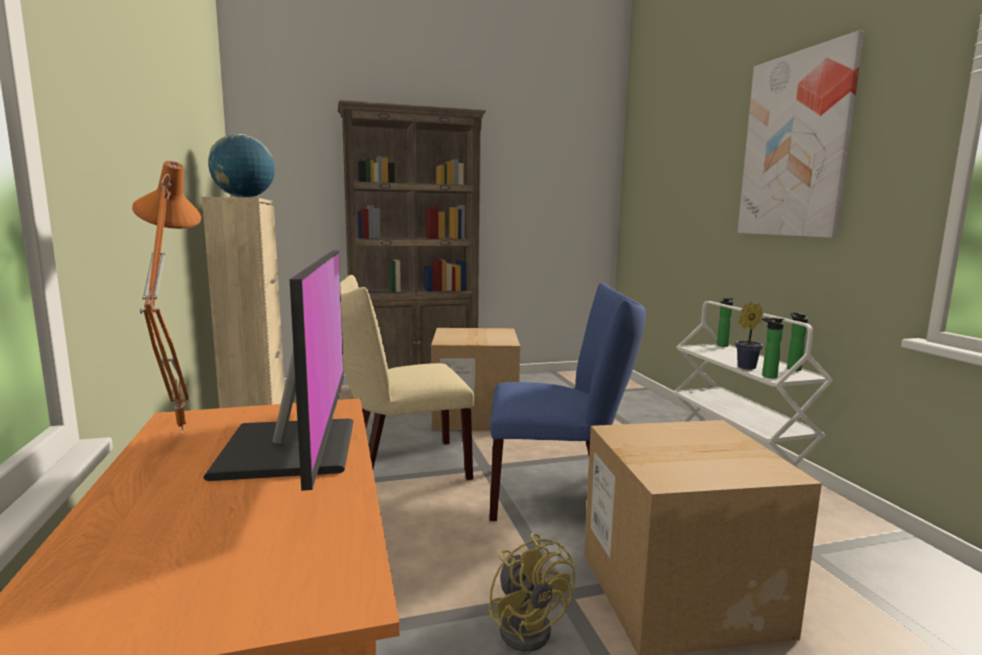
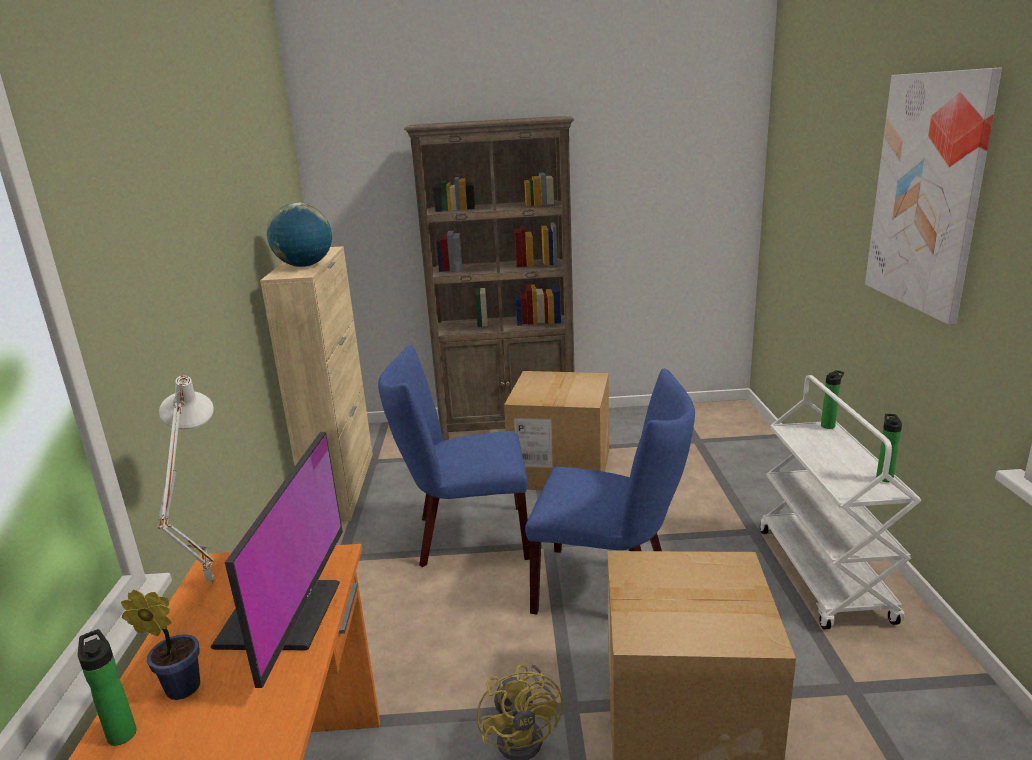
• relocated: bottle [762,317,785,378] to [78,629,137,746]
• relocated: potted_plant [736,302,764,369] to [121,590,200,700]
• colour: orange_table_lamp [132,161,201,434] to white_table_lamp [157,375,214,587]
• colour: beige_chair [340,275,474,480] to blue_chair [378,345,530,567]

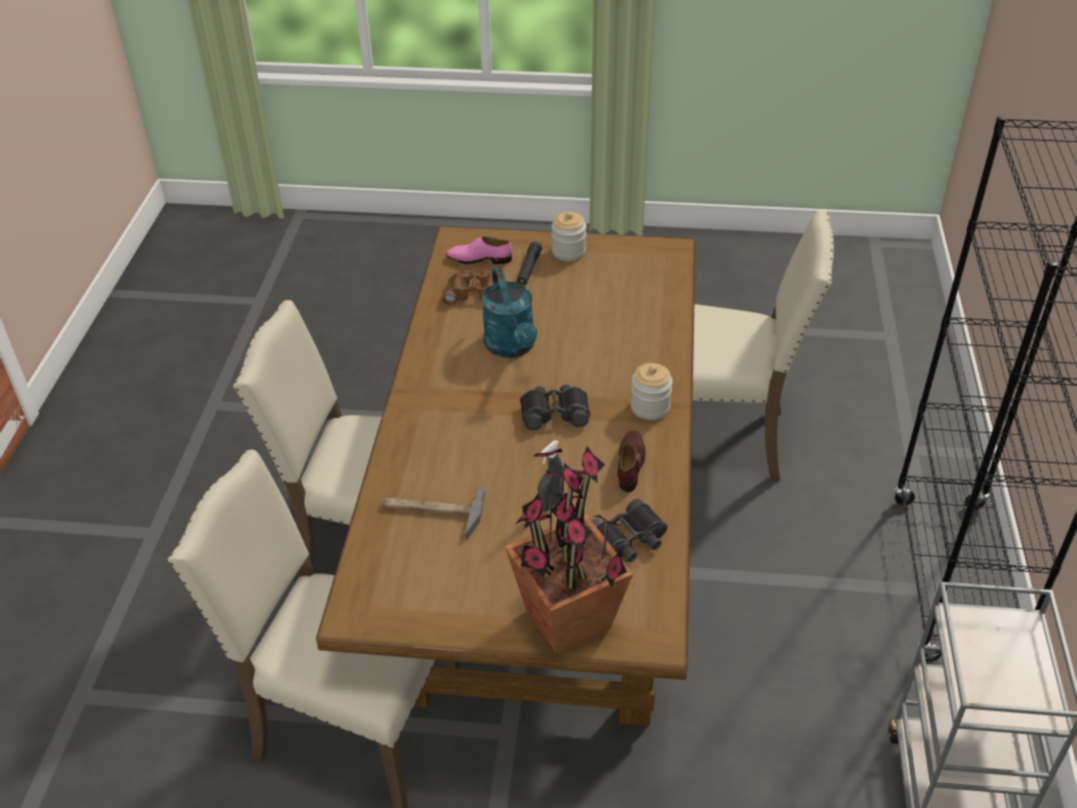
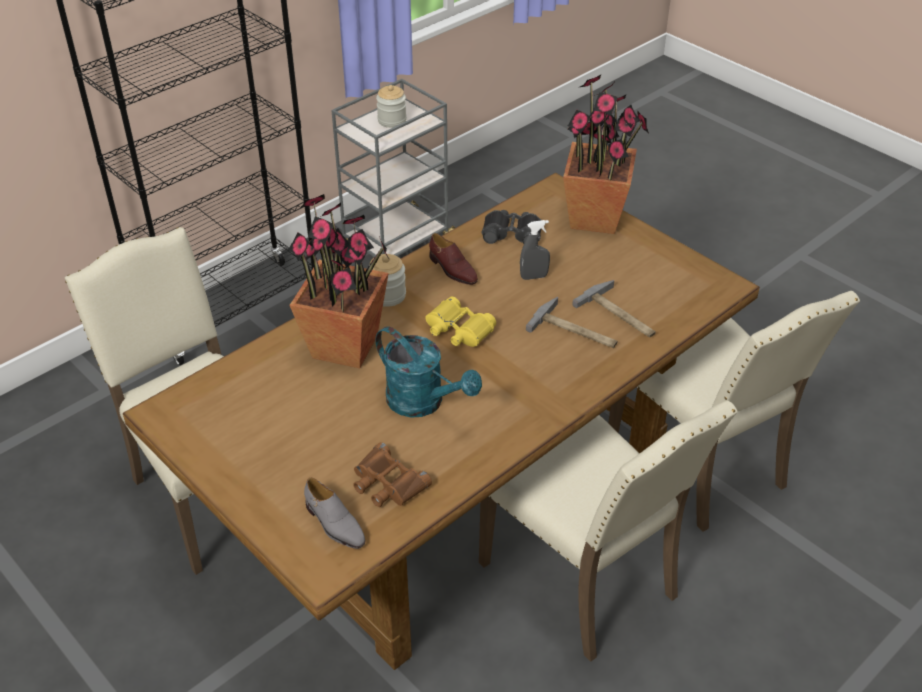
• appeared: potted_plant [288,194,390,368]
• colour: pink_shoe [446,236,512,264] to grey_shoe [304,478,366,549]
• spun: turquoise_watering_can [481,268,537,358] = [375,326,482,417] 105 degrees clockwise
• relocated: jar [552,212,586,261] to [376,85,407,128]
• colour: black_binoculars [520,384,591,431] to yellow_binoculars [425,297,496,347]
• spun: brown_shoe [617,431,646,492] = [429,233,478,285] 90 degrees counterclockwise
• appeared: hammer [526,297,618,348]
• missing: black_flashlight [517,242,542,286]

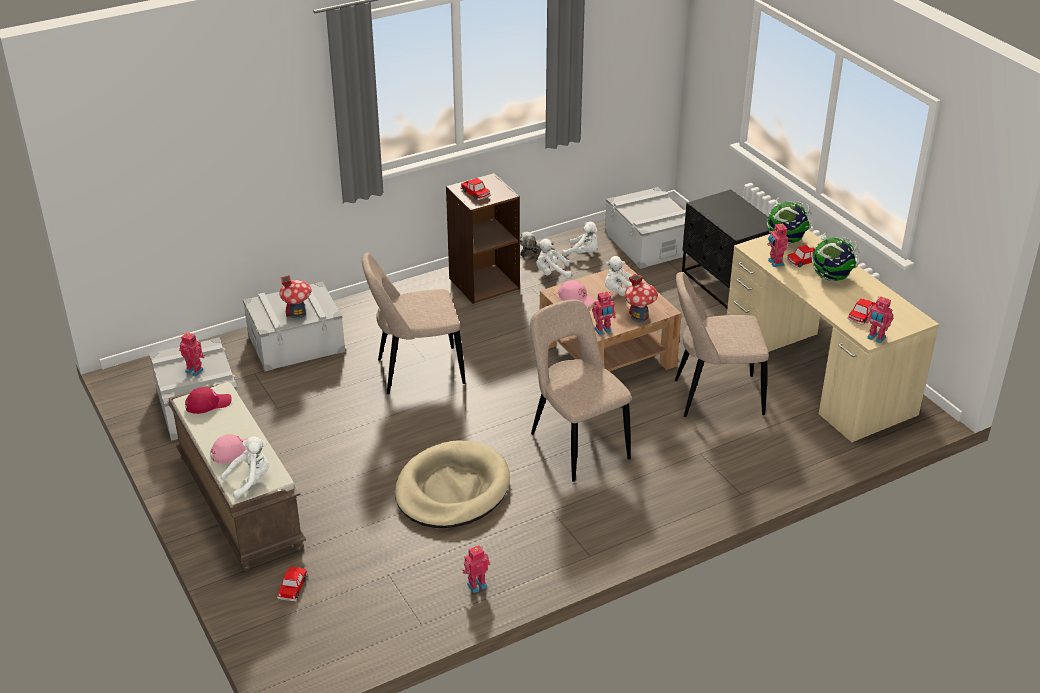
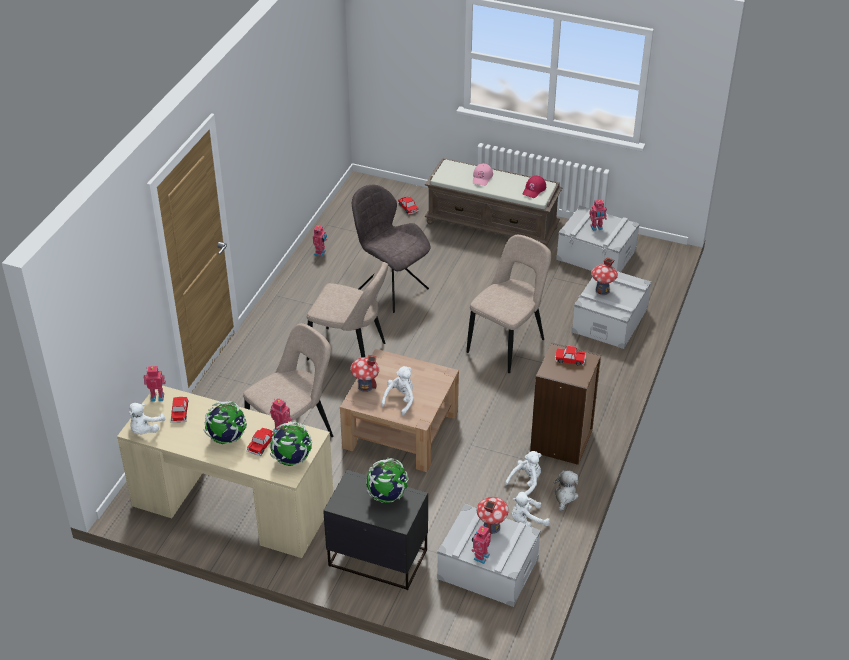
• relocated: white_plush_toy [221,436,269,499] to [129,403,166,434]
• exchanged: beige_dog_bed [395,440,510,528] to grey_chair [352,185,431,313]
• appeared: globe [366,458,409,503]
• relocated: toy_robot [592,291,616,335] to [471,525,491,564]
• appeared: toy_house [477,497,509,534]
• missing: pink_cap [558,280,595,307]

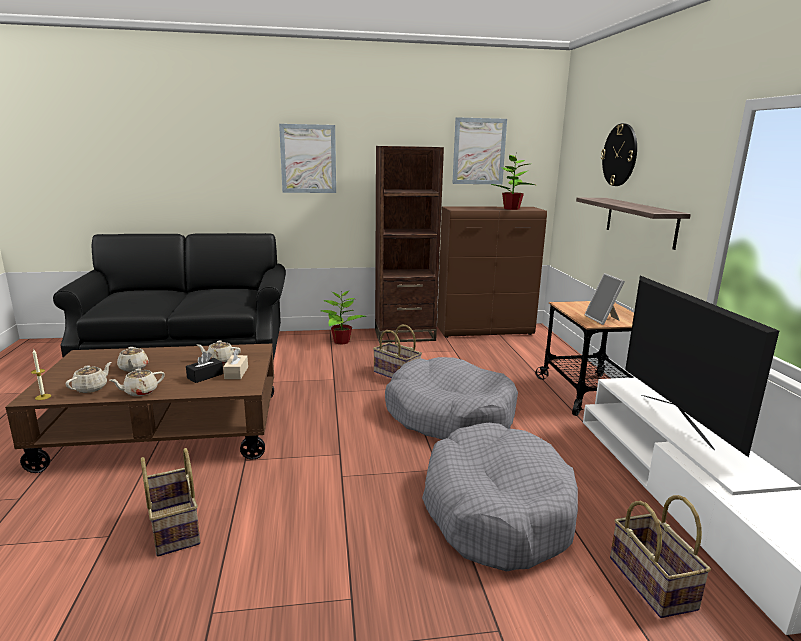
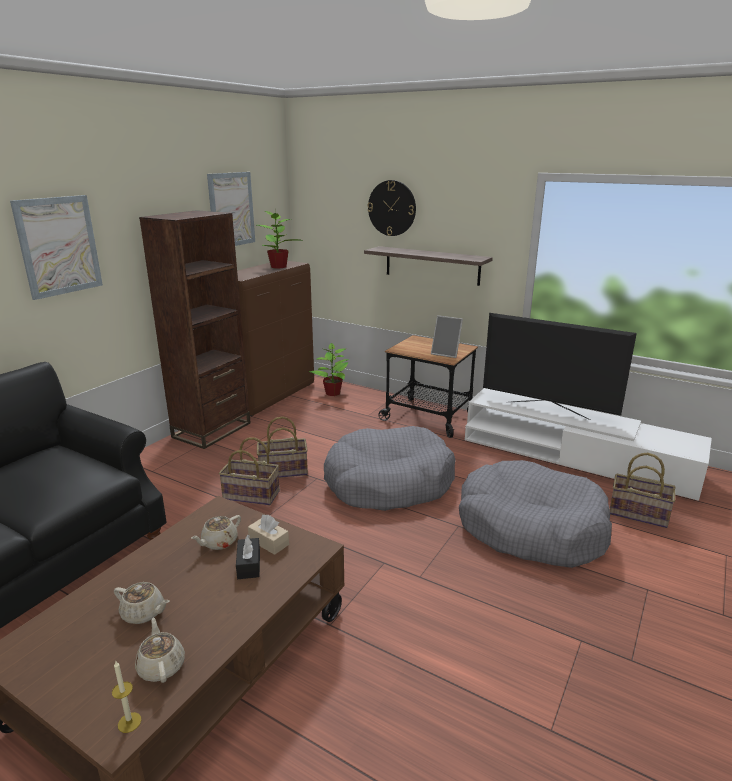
• relocated: basket [141,448,200,557] to [219,437,280,505]
• relocated: potted_plant [321,291,366,345] to [309,343,349,396]
• missing: beige_teapot [110,368,165,396]

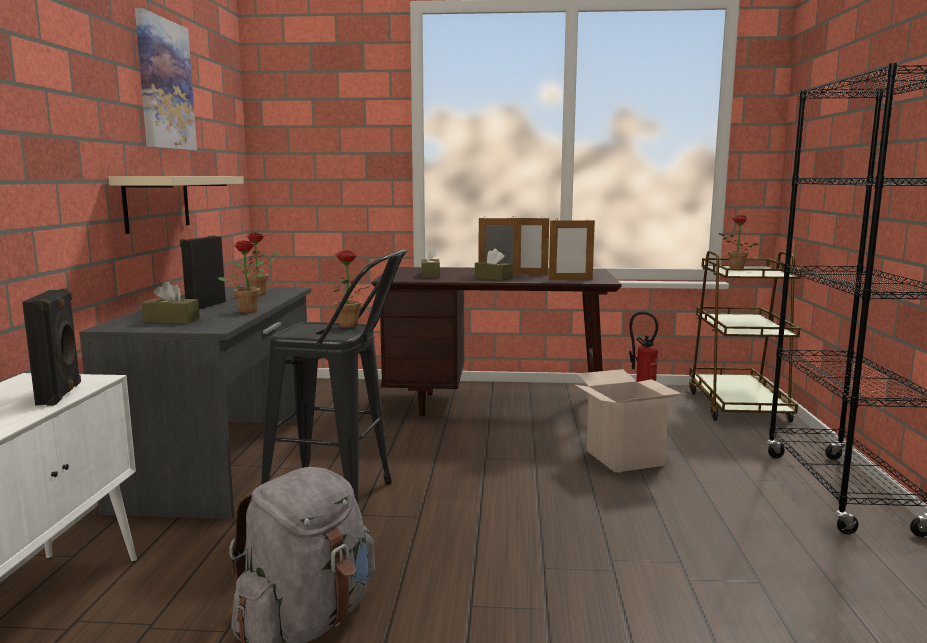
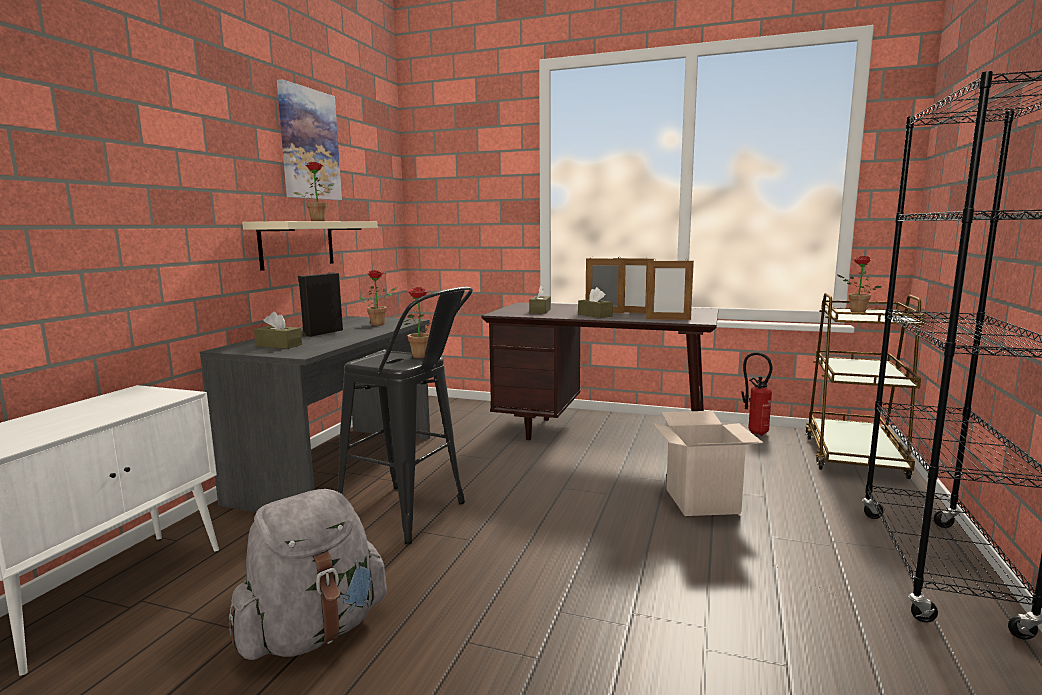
• relocated: potted_plant [218,240,265,313] to [294,162,334,221]
• missing: black_speaker [22,289,81,406]

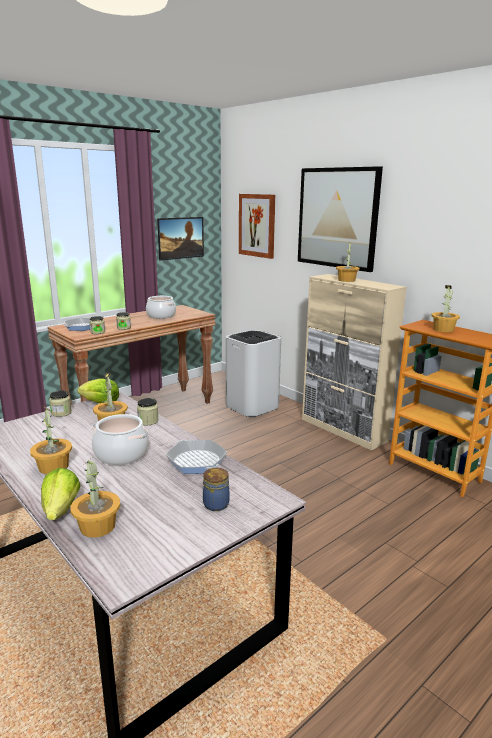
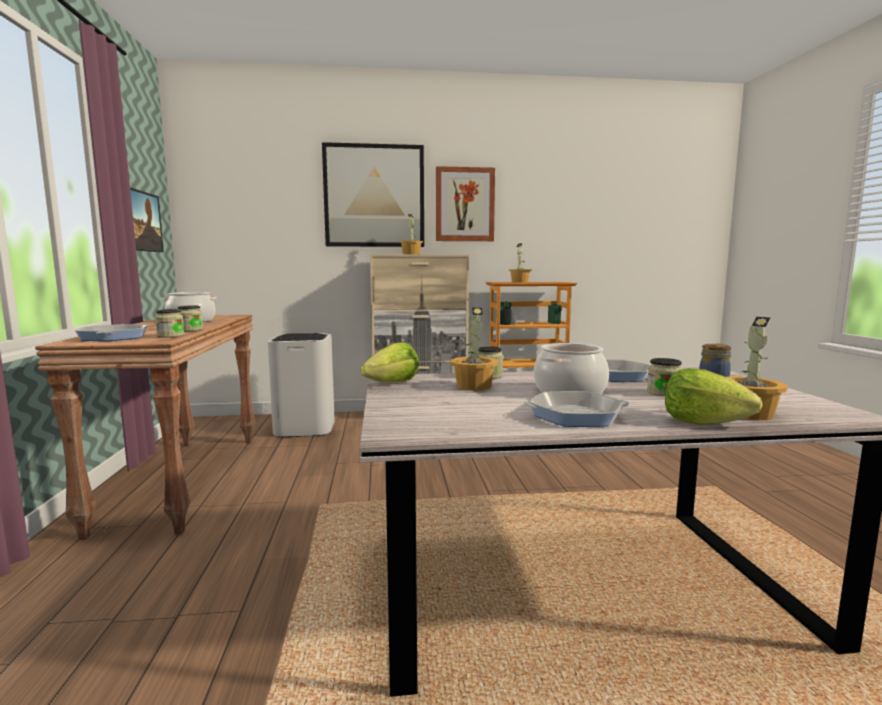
• relocated: picture [239,194,275,259] to [436,166,495,241]
• exchanged: potted_plant [30,406,72,474] to frying_pan [523,391,629,427]
• relocated: jar [49,390,72,417] to [647,358,682,396]

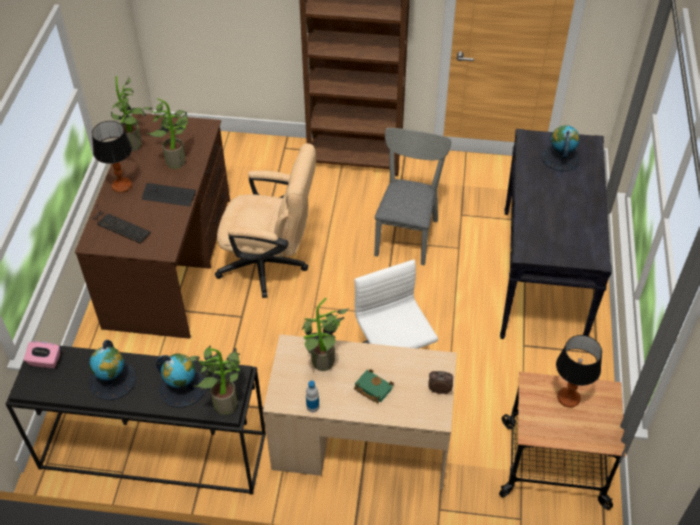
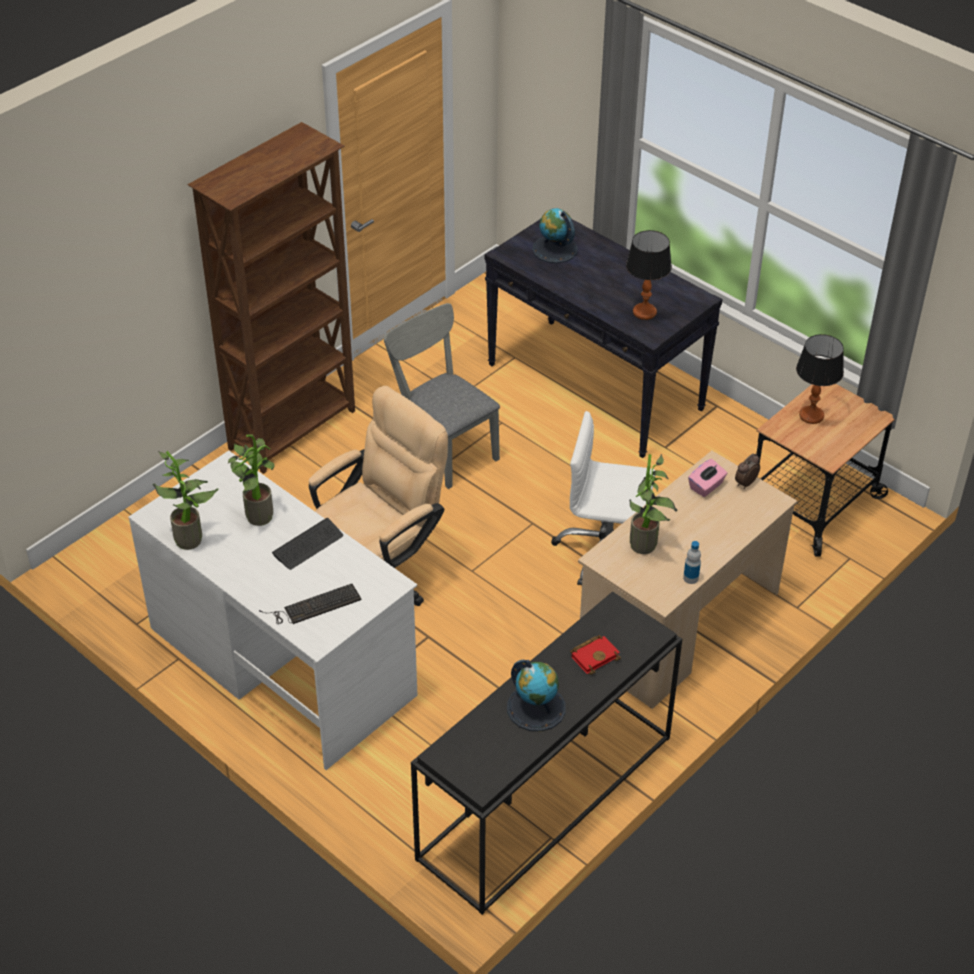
• colour: brown_desk [75,114,230,339] to white_desk [128,450,418,770]
• exchanged: globe [156,354,205,408] to red_book [570,635,621,675]
• relocated: table_lamp [92,121,132,193] to [626,230,672,320]
• relocated: pink_tissue_box [24,342,60,368] to [688,459,727,497]
• missing: potted_plant [186,345,240,415]
• missing: green_book [354,369,394,403]

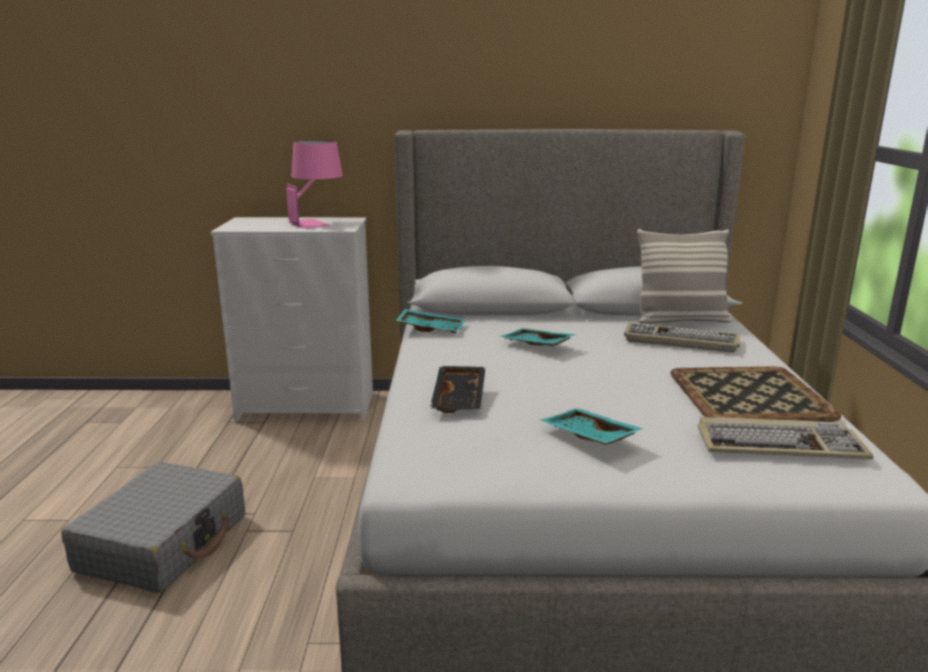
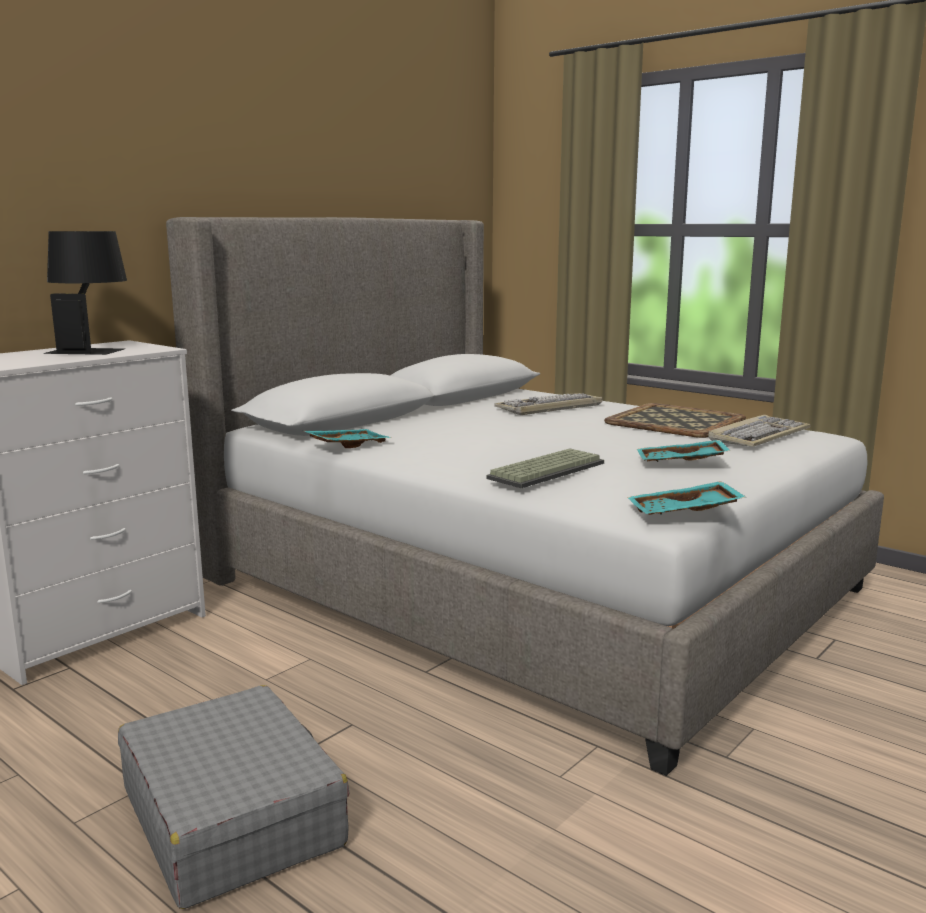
• colour: pink_table_lamp [286,140,343,229] to black_table_lamp [44,231,127,355]
• exchanged: black_tray [430,366,486,413] to keyboard [487,449,604,488]
• relocated: turquoise_tray [499,328,576,346] to [627,481,746,515]
• missing: pillow [637,229,732,325]

